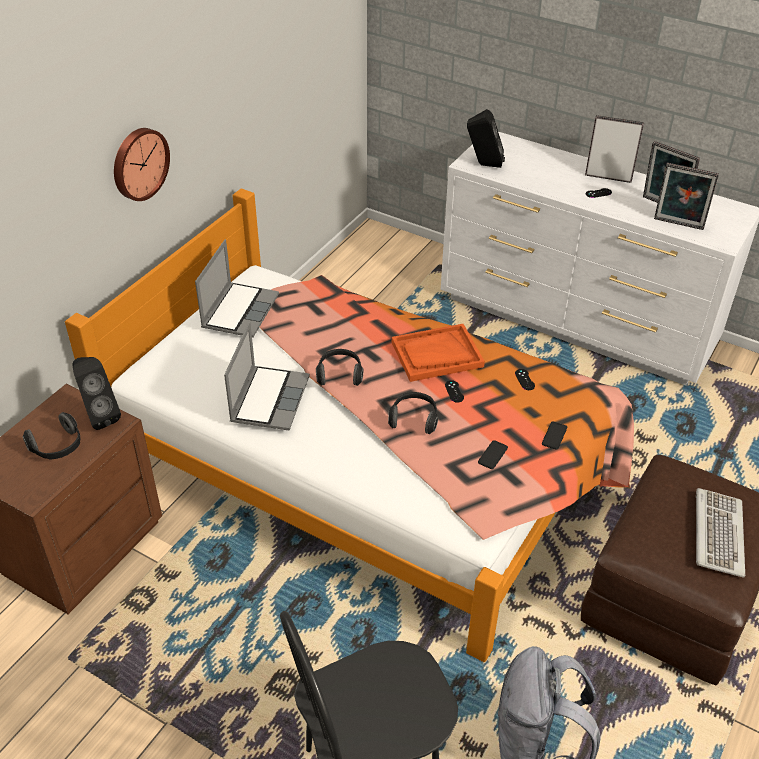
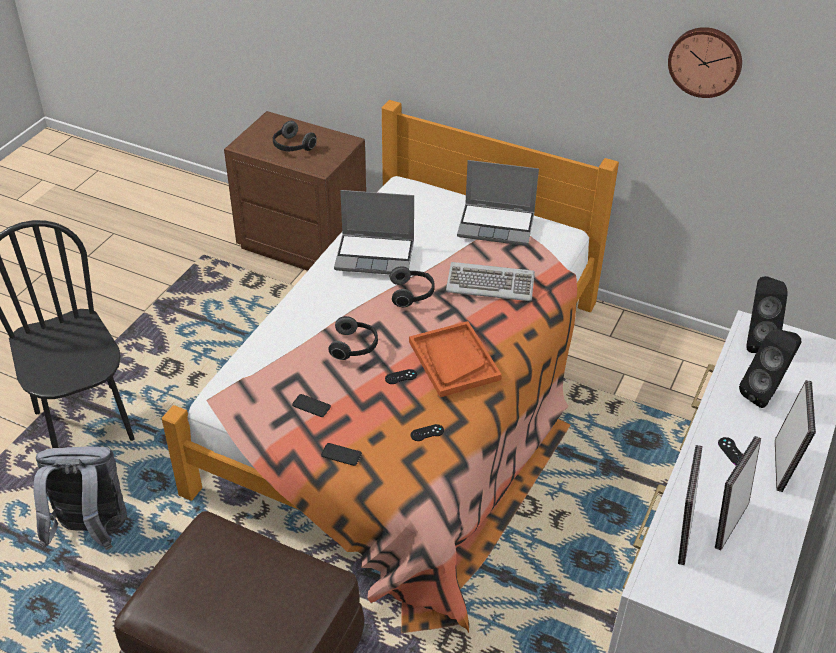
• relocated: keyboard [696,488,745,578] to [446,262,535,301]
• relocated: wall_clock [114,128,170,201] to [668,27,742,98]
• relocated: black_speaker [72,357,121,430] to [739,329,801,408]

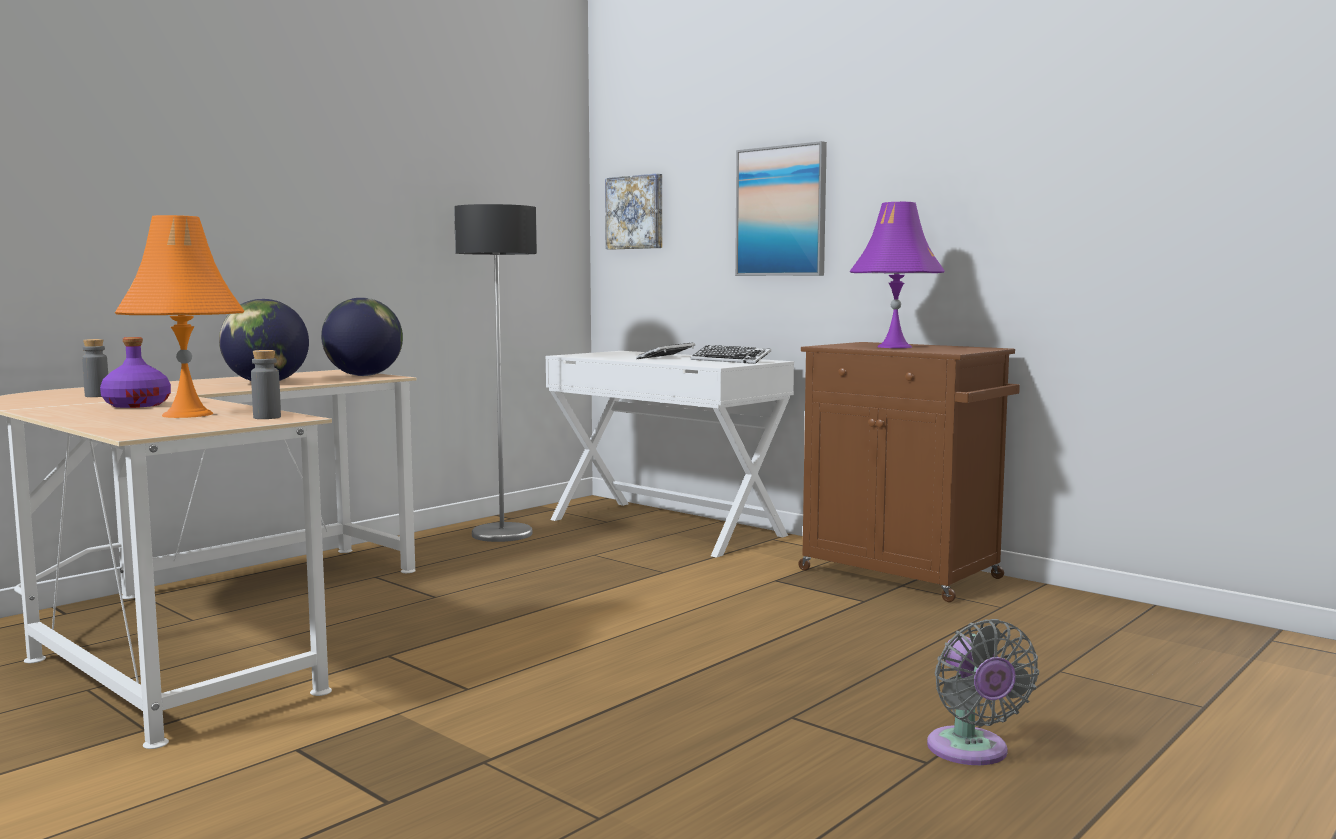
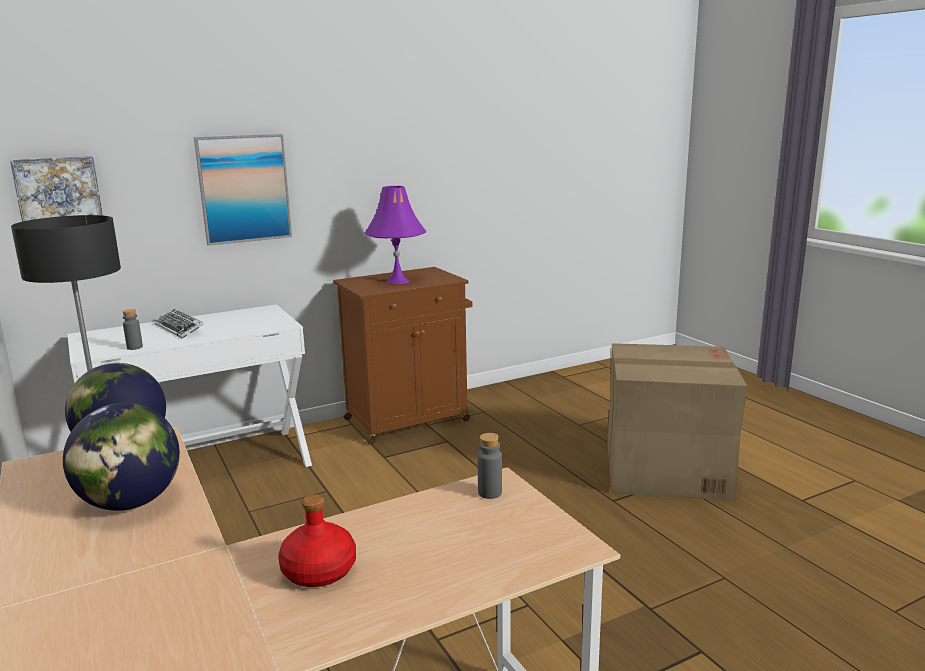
• relocated: grey_bottle [82,339,108,397] to [122,309,143,350]
• colour: purple_bottle [100,337,171,408] to red_bottle [278,494,356,587]
• exchanged: grey_fan [927,619,1039,765] to cardboard_box [607,343,747,501]
• missing: orange_table_lamp [115,215,244,418]
• missing: keyboard [691,345,771,364]

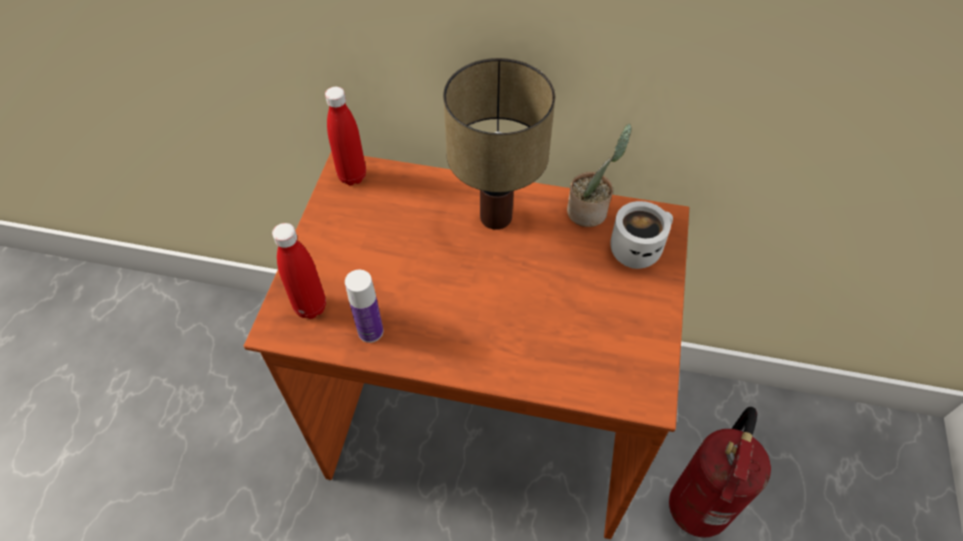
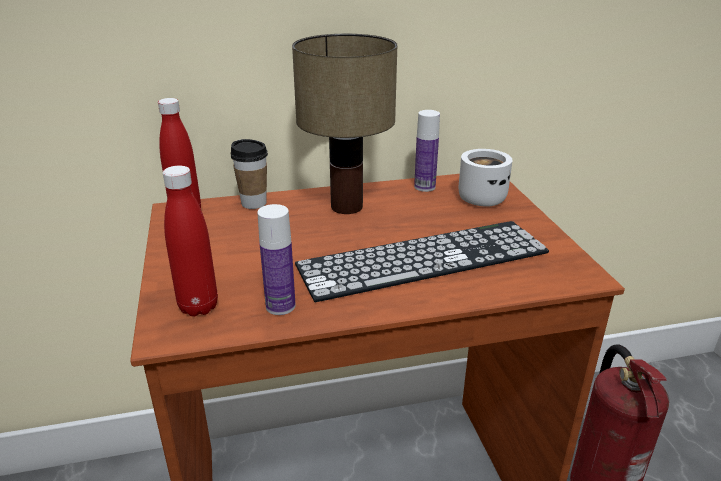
• appeared: cup [230,139,268,209]
• appeared: keyboard [295,221,549,302]
• exchanged: potted_plant [567,124,632,227] to bottle [414,110,440,192]

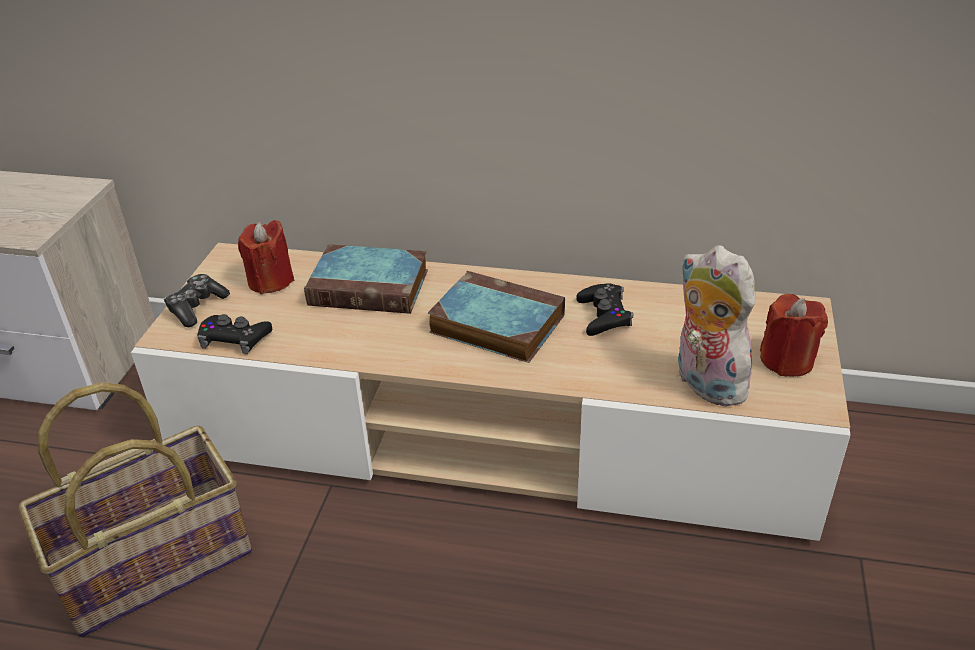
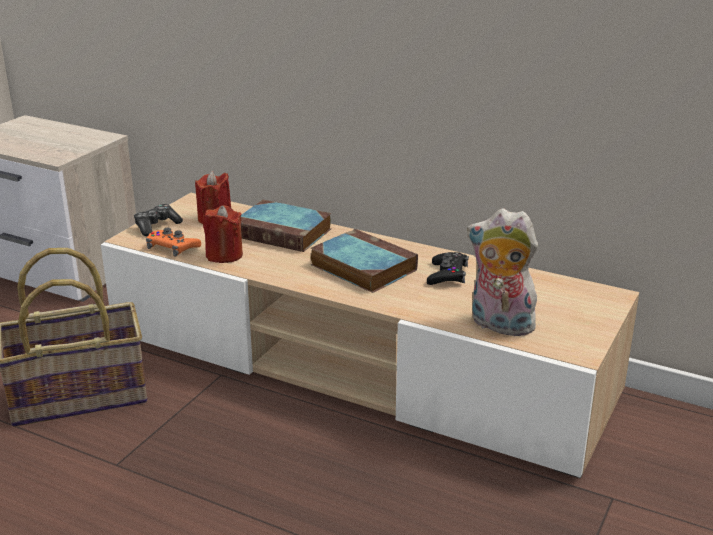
• colour: black_game_controller [197,314,272,354] to orange_game_controller [146,227,201,257]
• relocated: red_candle [760,294,828,377] to [202,205,243,263]
• spun: plush_toy [678,245,755,407] = [467,208,538,336] 45 degrees counterclockwise

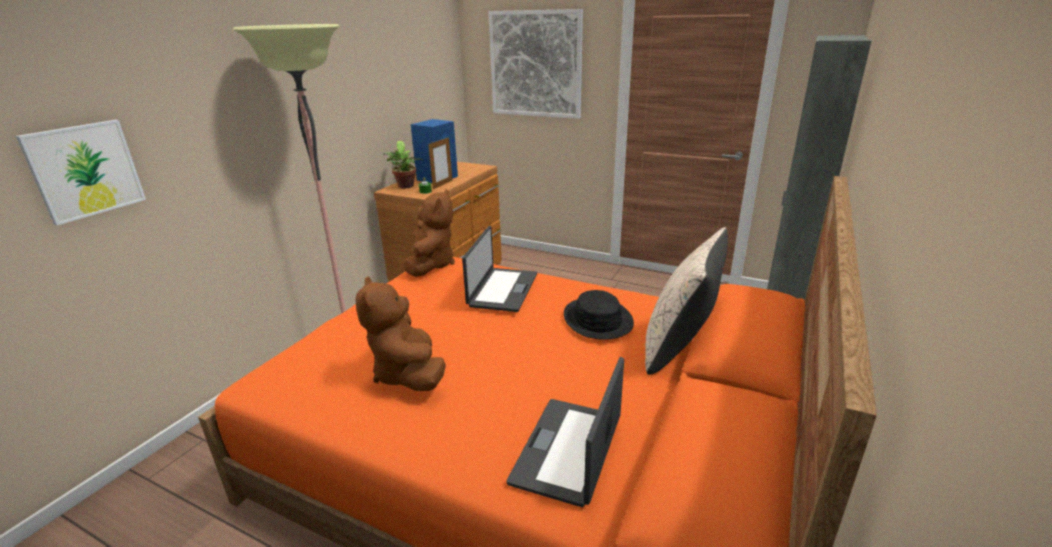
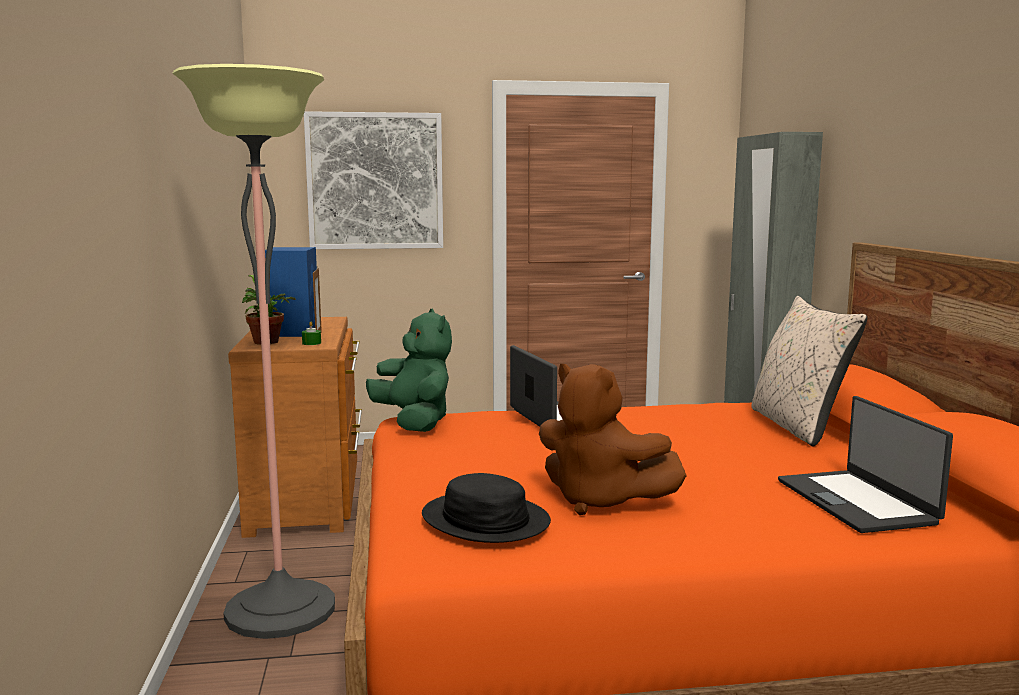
• colour: brown_plush_toy [403,189,455,277] to green_plush_toy [366,309,452,432]
• relocated: black_hat [564,290,634,340] to [422,473,551,543]
• missing: picture [16,120,146,225]

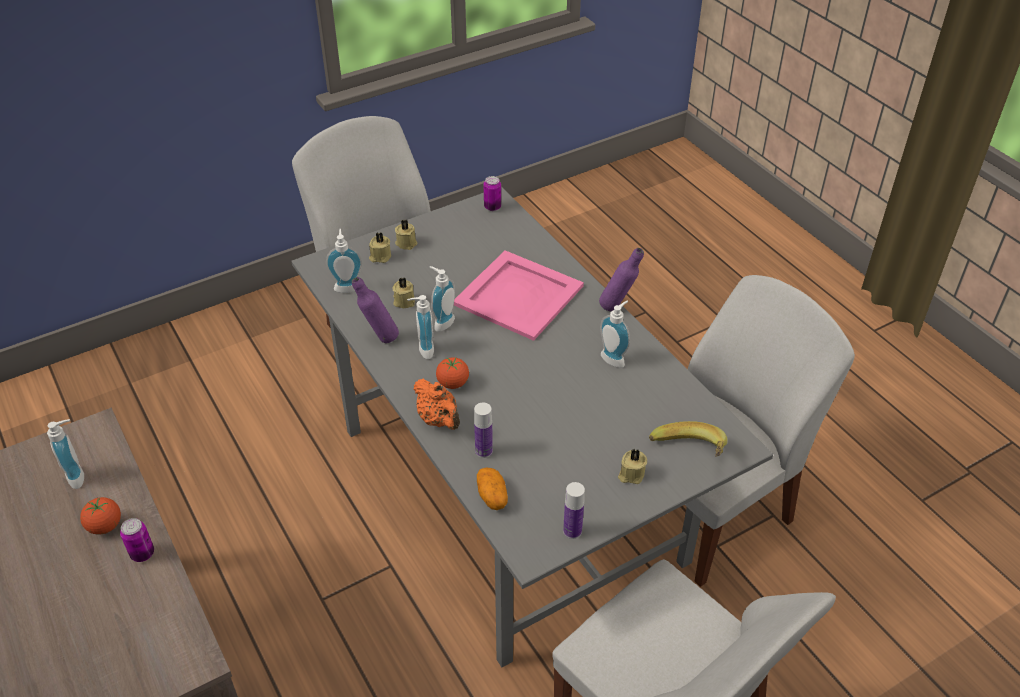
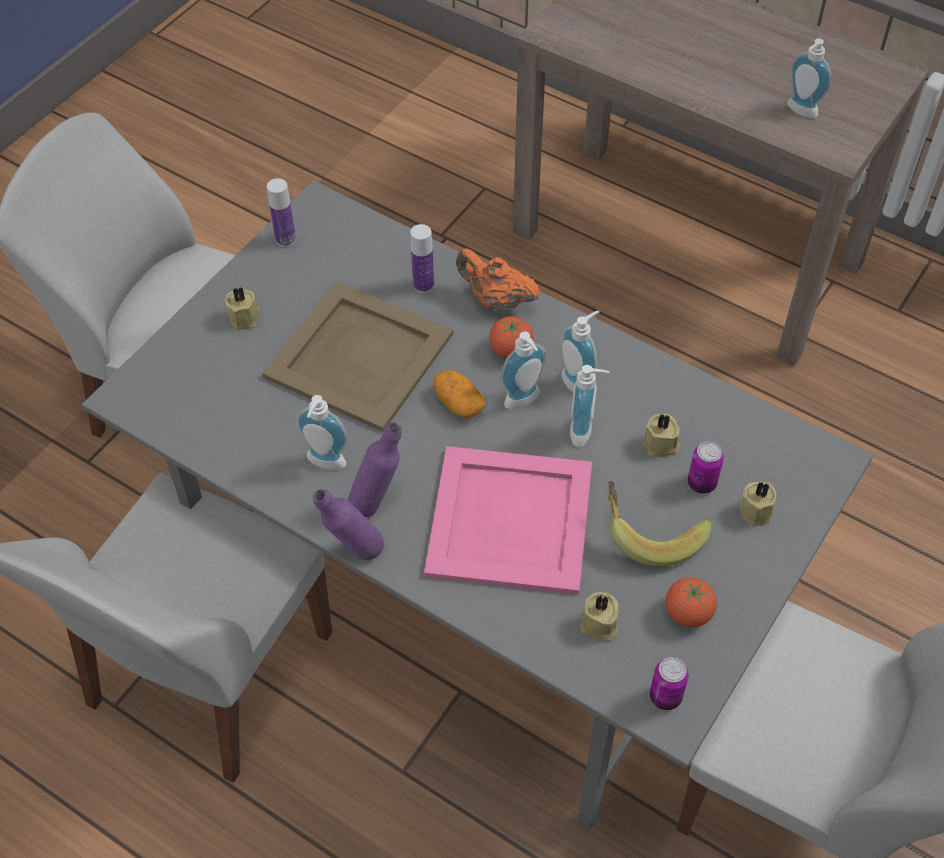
• appeared: beige_tray [262,281,453,432]
• relocated: purple_bottle [352,277,399,343] to [348,423,402,517]
• relocated: potato [477,467,508,510] to [433,370,485,418]
• relocated: soap_dispenser [326,228,362,293] to [501,331,546,409]
• relocated: beige_candle [395,219,417,250] to [580,592,619,642]
• relocated: banana [649,421,728,456] to [608,481,711,567]
• relocated: tomato [80,497,121,535] to [666,577,717,627]
• relocated: can [120,518,154,562] to [688,441,724,494]

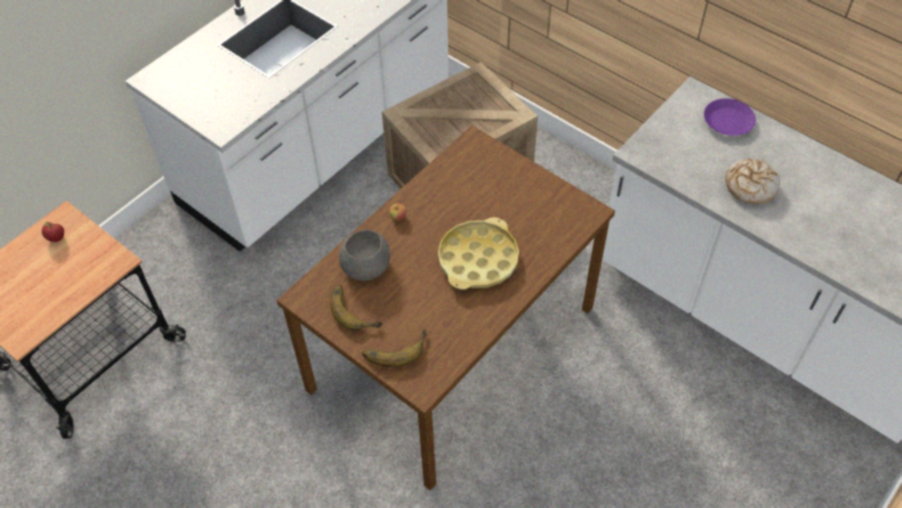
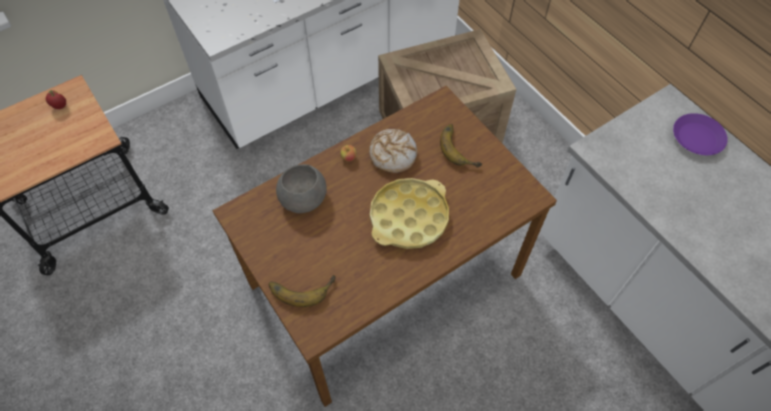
• relocated: bread [725,159,780,204] to [369,129,417,173]
• relocated: banana [330,285,382,331] to [440,124,482,168]

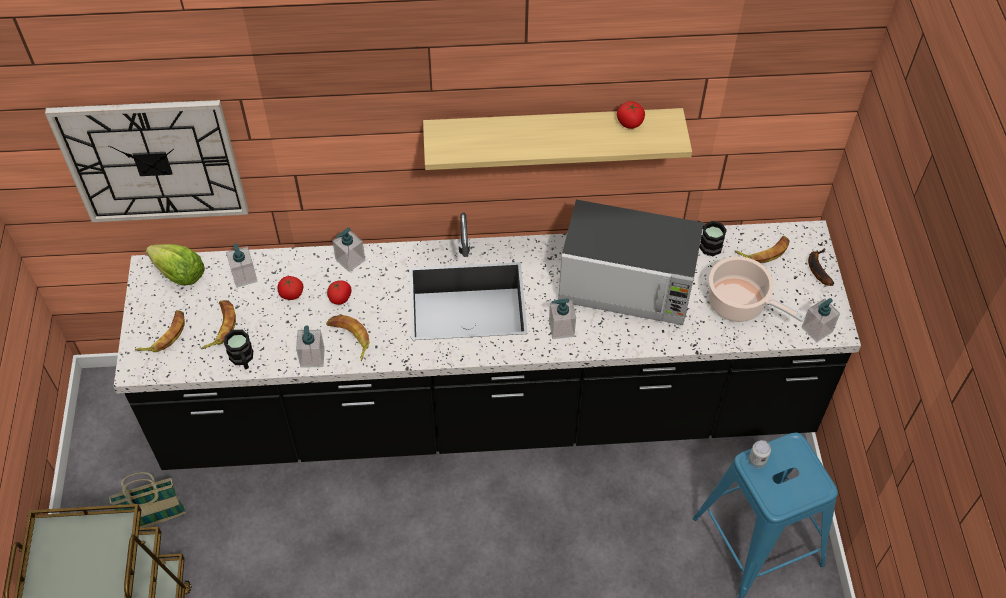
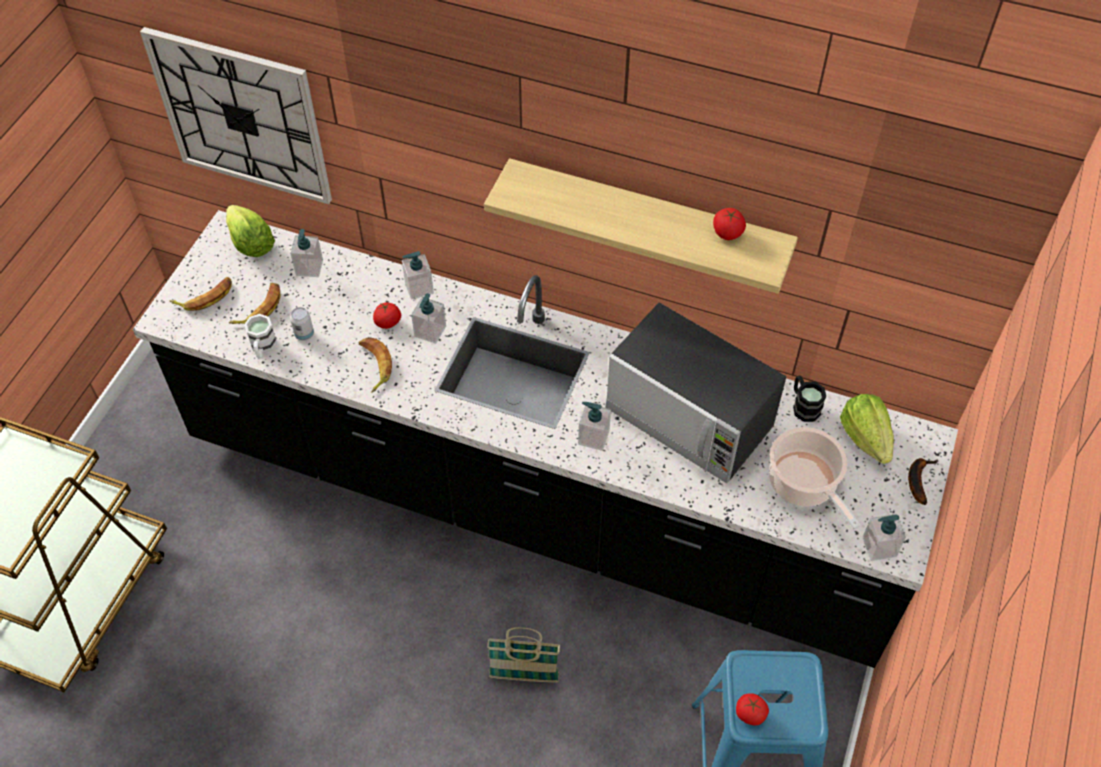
• colour: black_mug [224,330,253,369] to white_mug [244,314,277,359]
• relocated: can [748,440,771,469] to [290,307,314,341]
• relocated: soap_dispenser [296,325,325,368] to [411,293,446,344]
• relocated: basket [109,472,186,528] to [487,627,560,683]
• relocated: tomato [278,276,303,300] to [736,693,769,725]
• exchanged: banana [735,236,790,263] to lettuce [840,394,894,464]

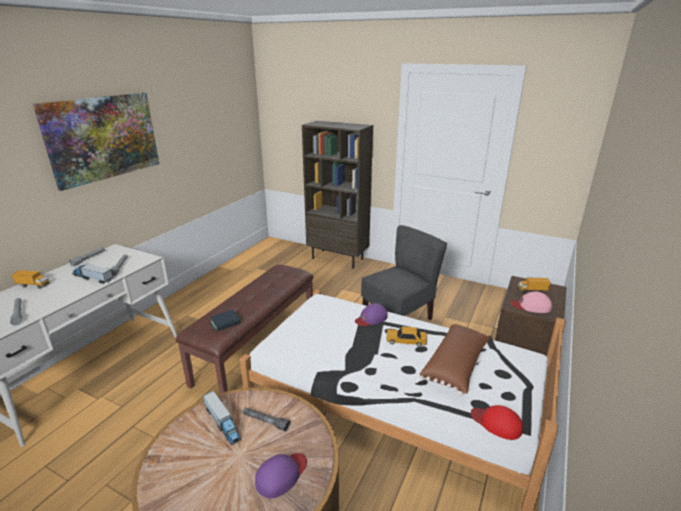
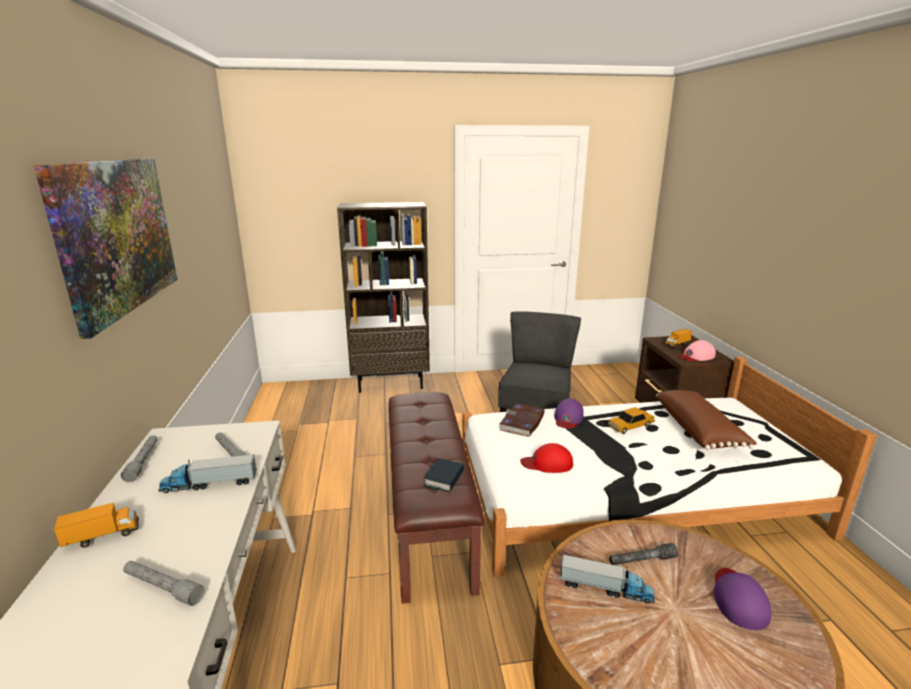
• appeared: book [499,403,544,437]
• relocated: red_cap [471,405,523,440] to [520,443,573,473]

